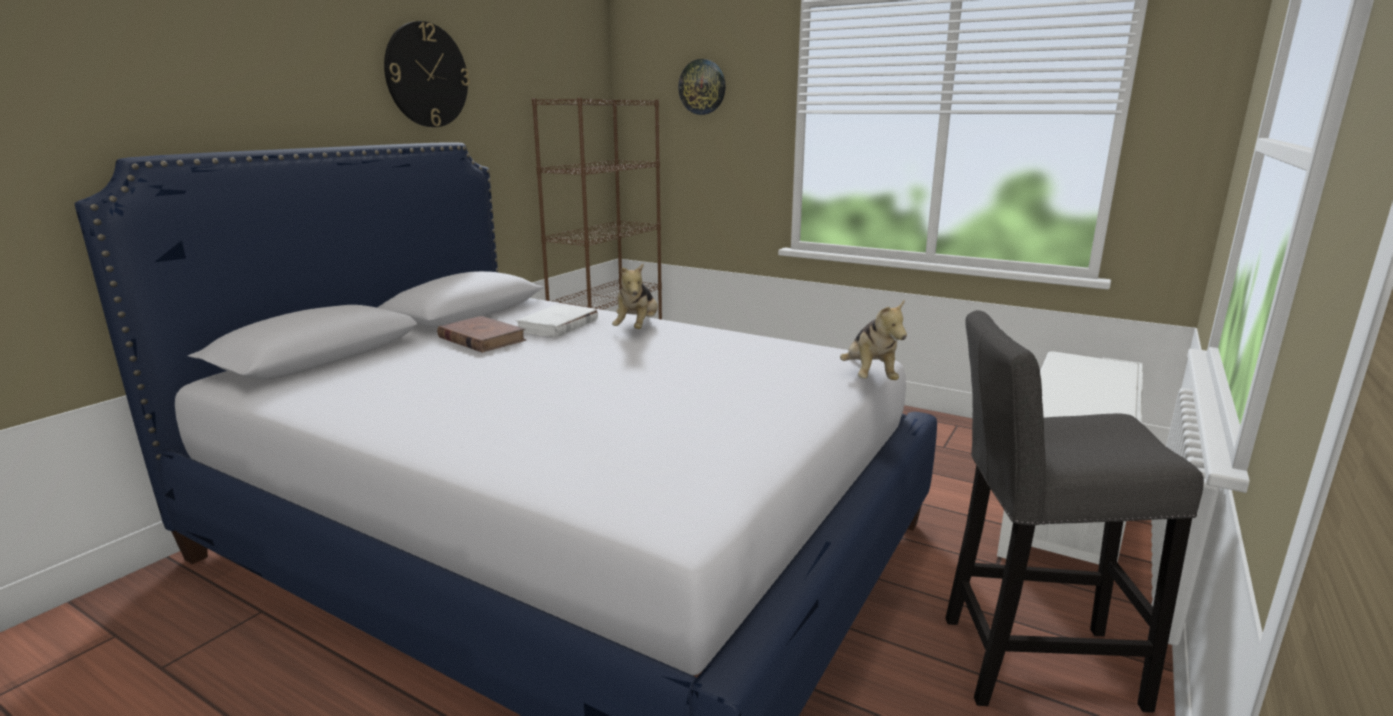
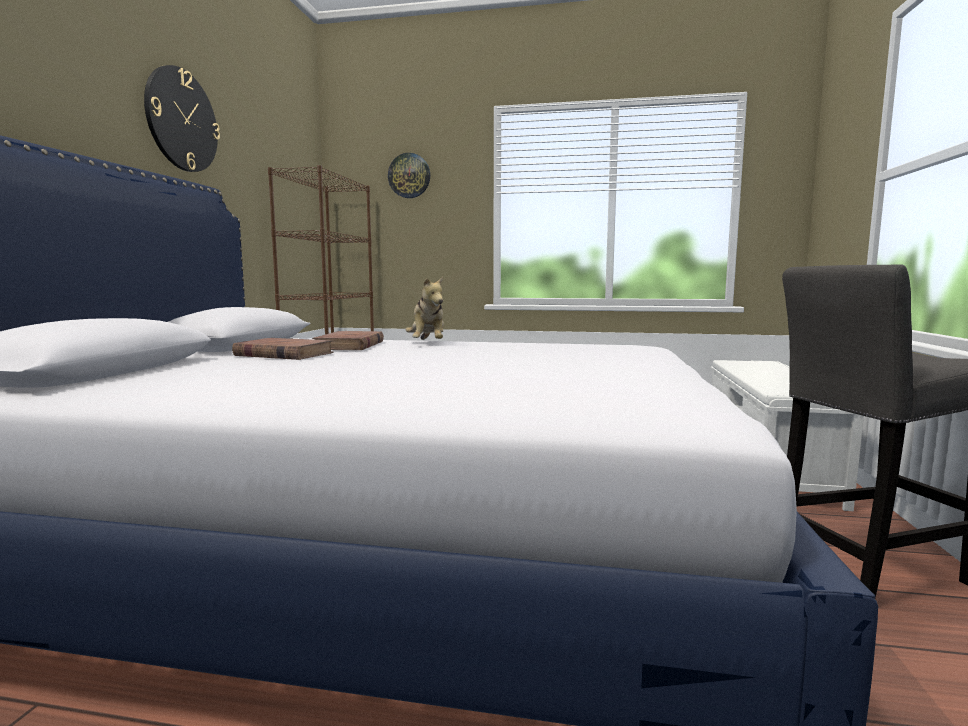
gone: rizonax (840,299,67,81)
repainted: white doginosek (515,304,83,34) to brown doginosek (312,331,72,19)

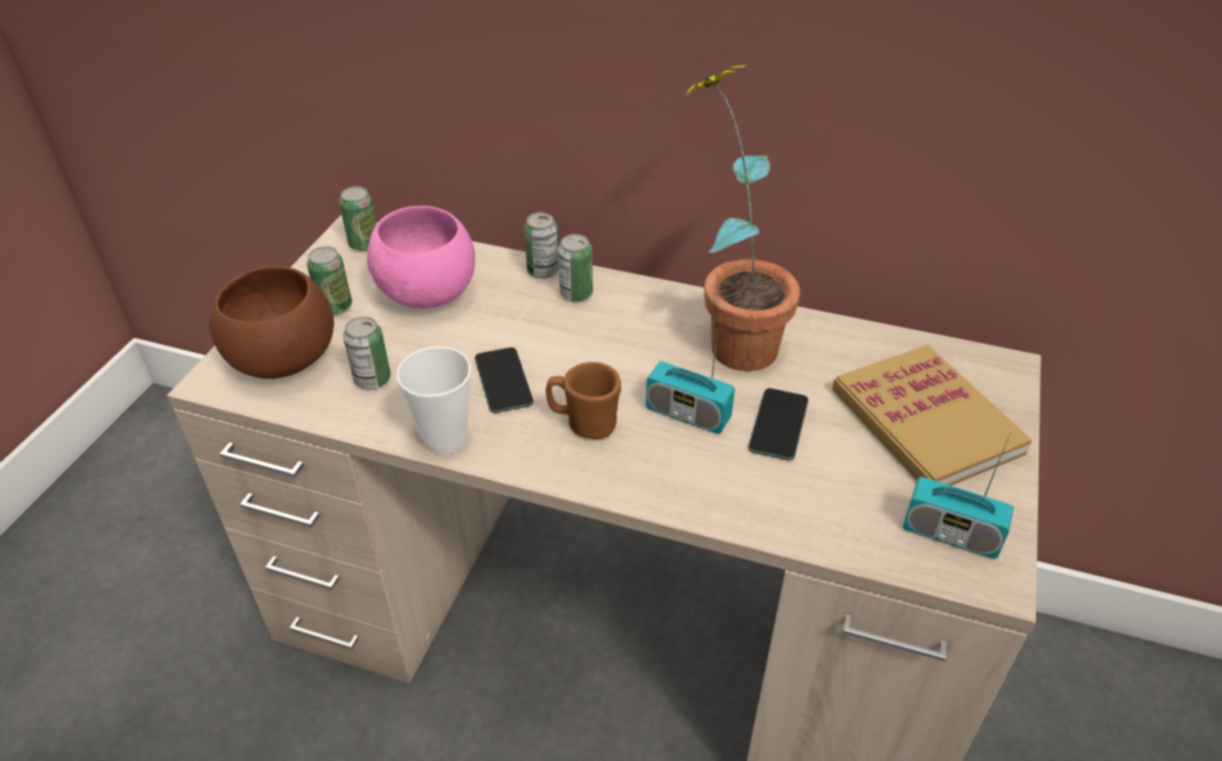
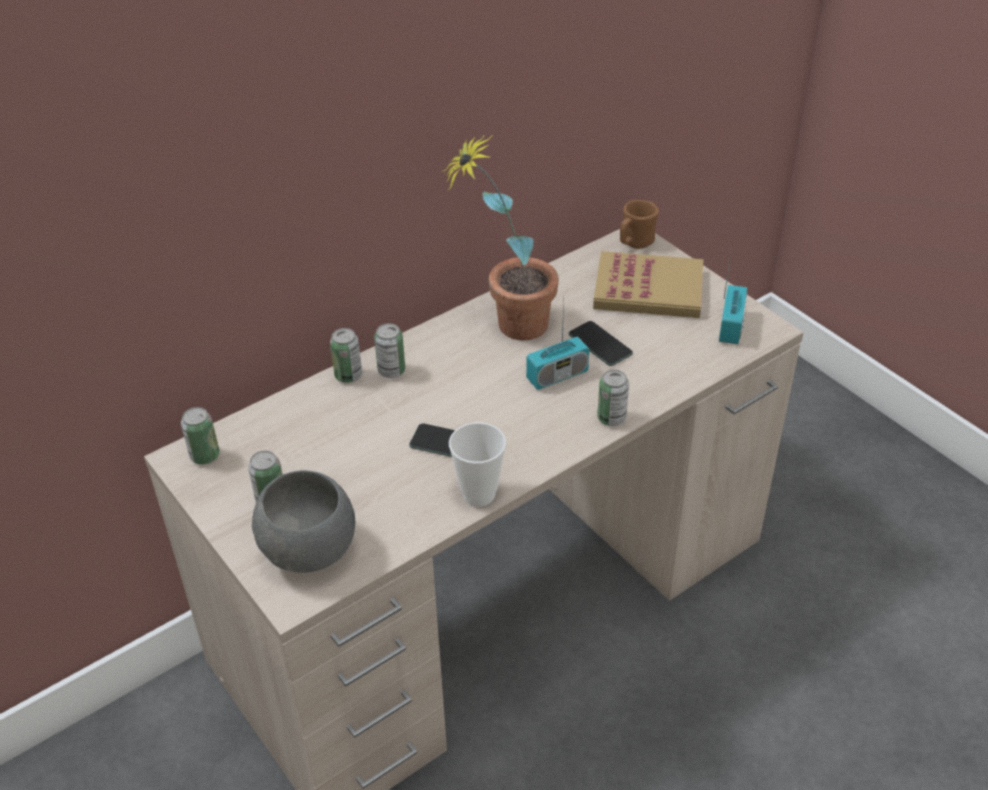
gone: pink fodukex (367,206,108,102)
shifted: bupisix (343,317,48,72) to (597,370,32,56); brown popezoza (546,362,75,77) to (620,200,39,49)
repainted: brown fodukex (209,266,125,113) to grey fodukex (252,470,103,103)
rotated: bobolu (903,431,111,128) = (719,254,28,90) 45 degrees counterclockwise

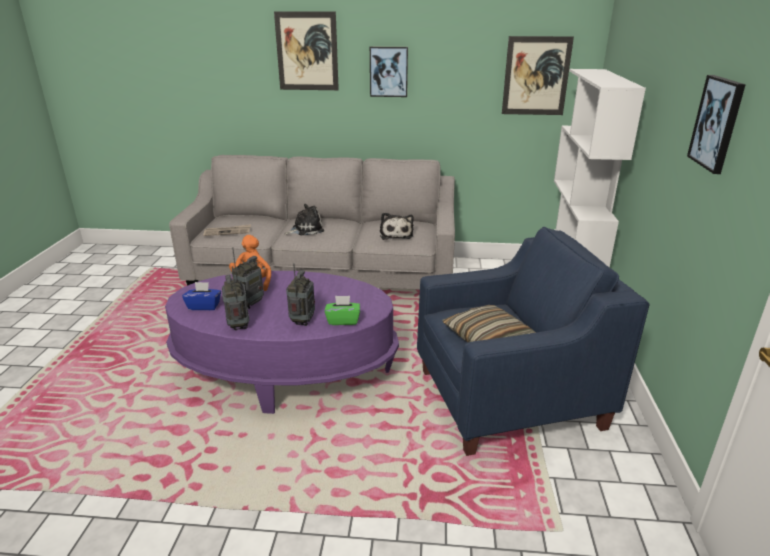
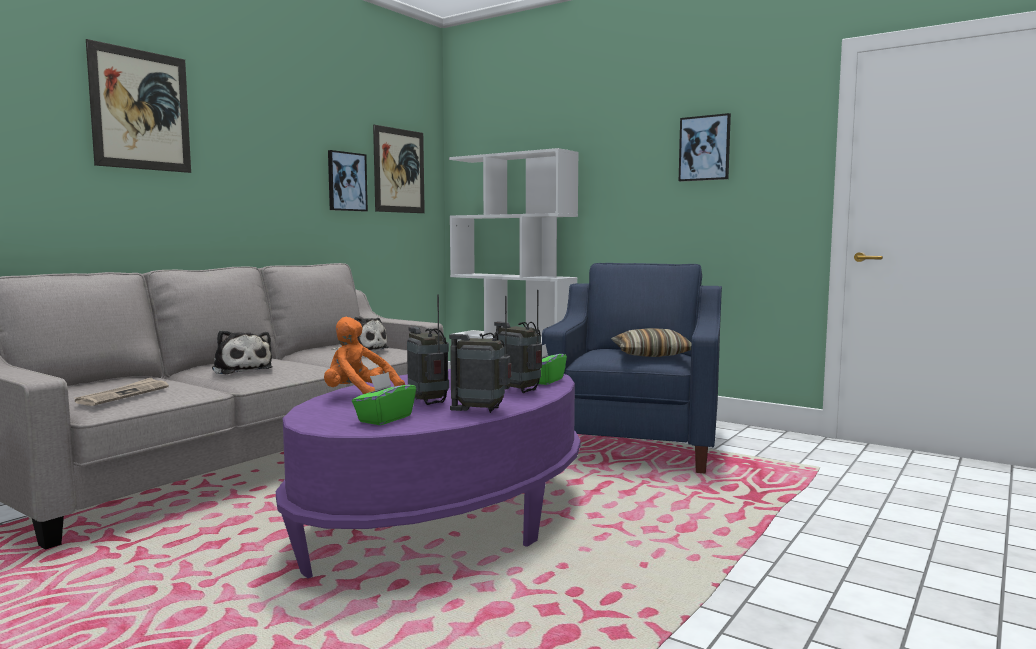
shifted: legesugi (370,47,38,50) to (328,150,40,61)
repainted: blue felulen (182,282,39,28) to green felulen (352,372,64,53)
rotated: rizonax (284,204,40,31) = (212,330,60,44) 135 degrees clockwise

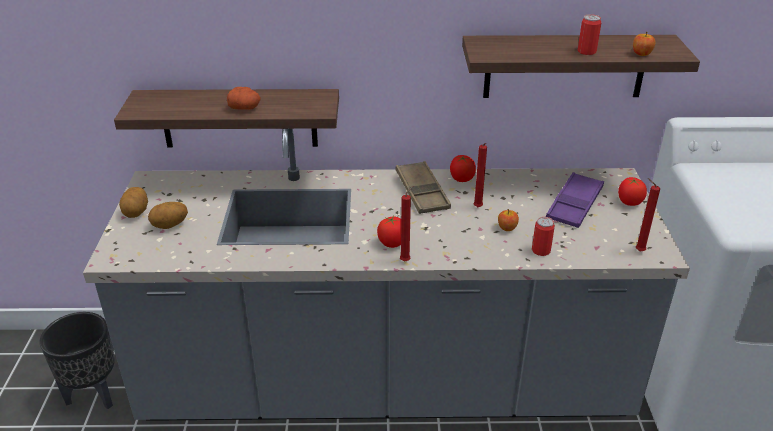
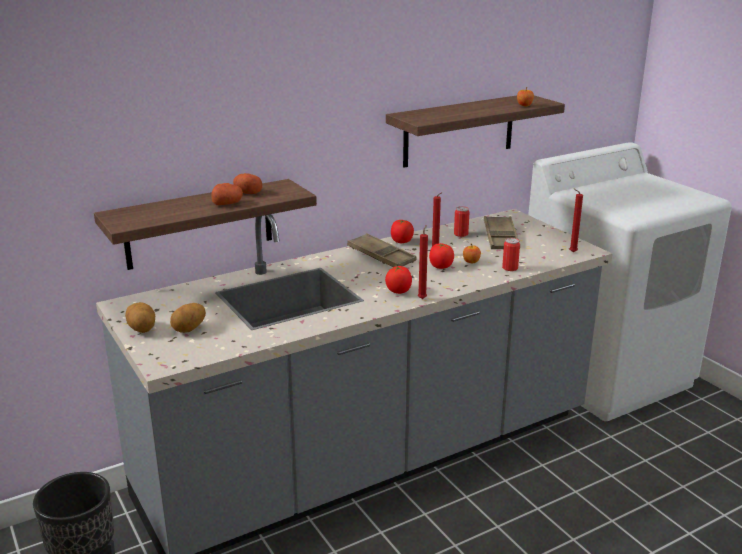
new: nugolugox (233,173,29,21)
shifted: bupisix (578,14,24,41) to (454,206,15,31); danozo (618,177,29,29) to (429,243,25,26)
repainted: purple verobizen (546,172,58,56) to brown verobizen (484,216,35,33)

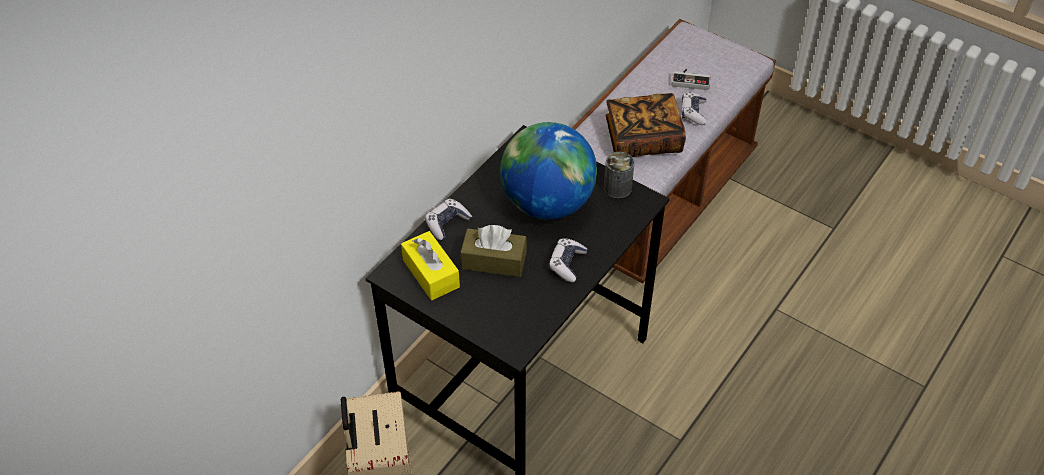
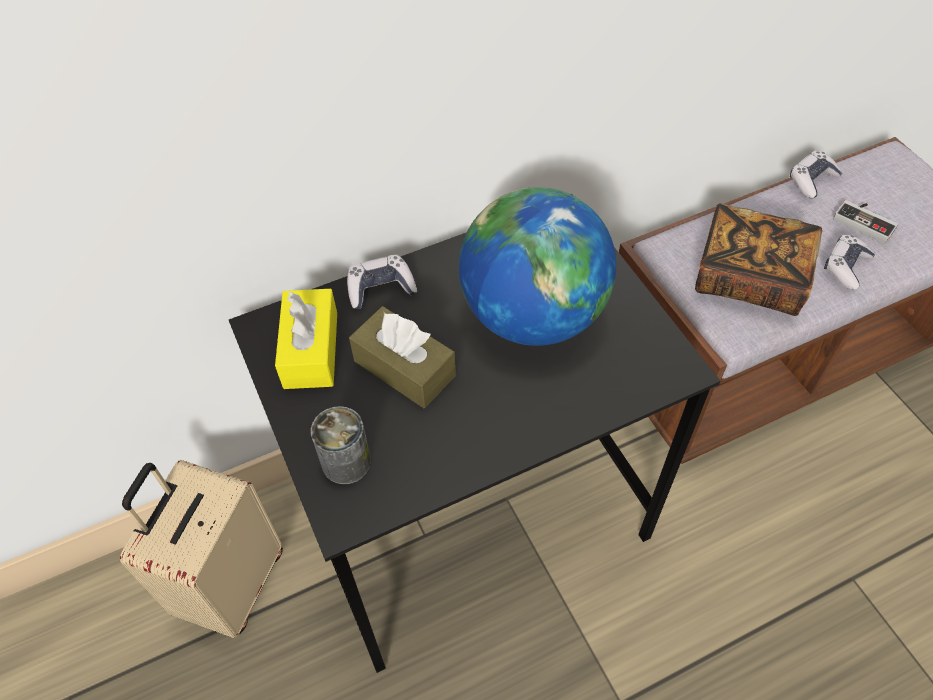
shifted: bupisix (604,152,31,47) to (311,406,60,78); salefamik (549,238,39,44) to (790,150,52,49)

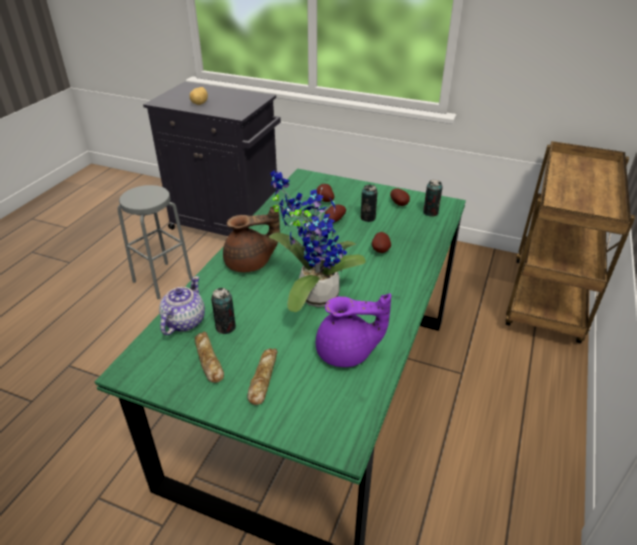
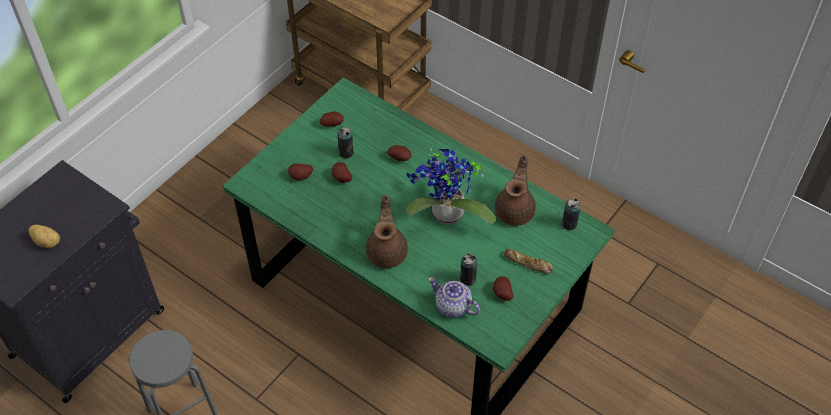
shifted: bupisix (423,180,19,37) to (562,198,19,32)
swapped: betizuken (195,332,29,51) to nugolugox (493,276,20,25)
repainted: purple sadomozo (316,293,75,74) to brown sadomozo (495,155,41,71)

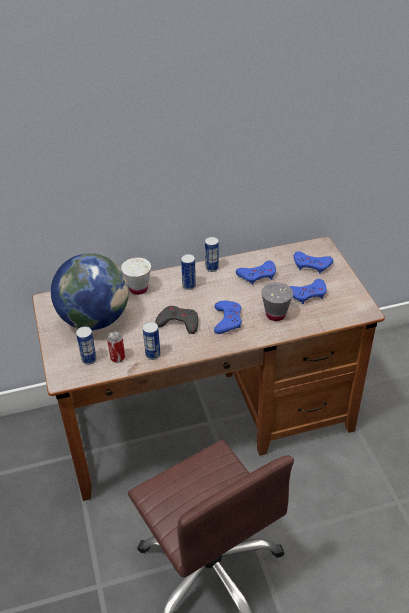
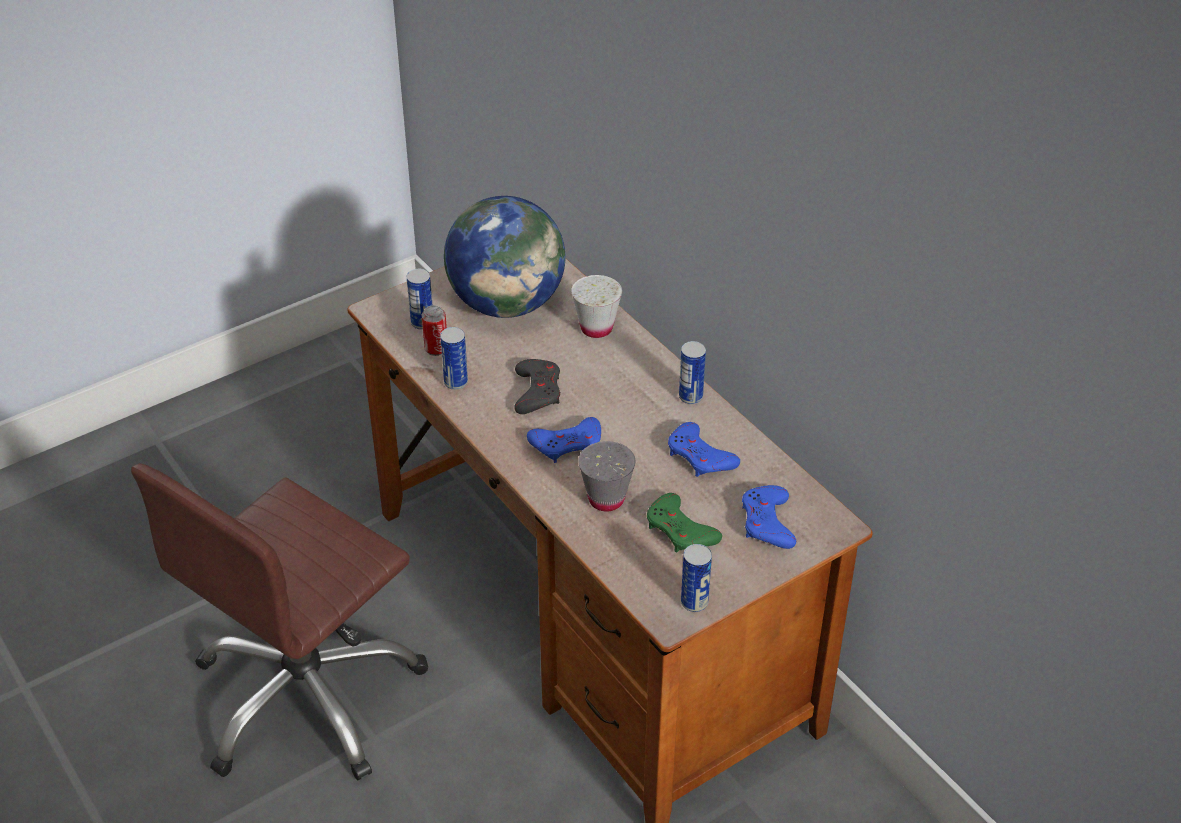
shifted: bupisix (181,254,15,36) to (681,544,31,68)
repainted: blue salefamik (289,279,38,25) to green salefamik (647,493,75,60)

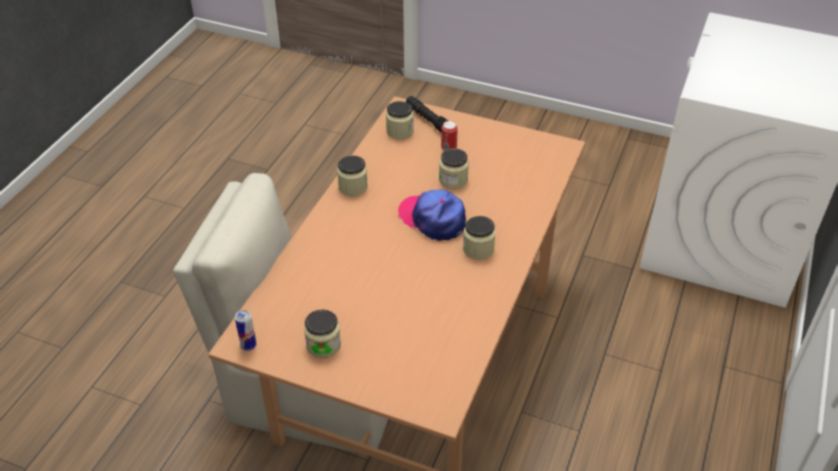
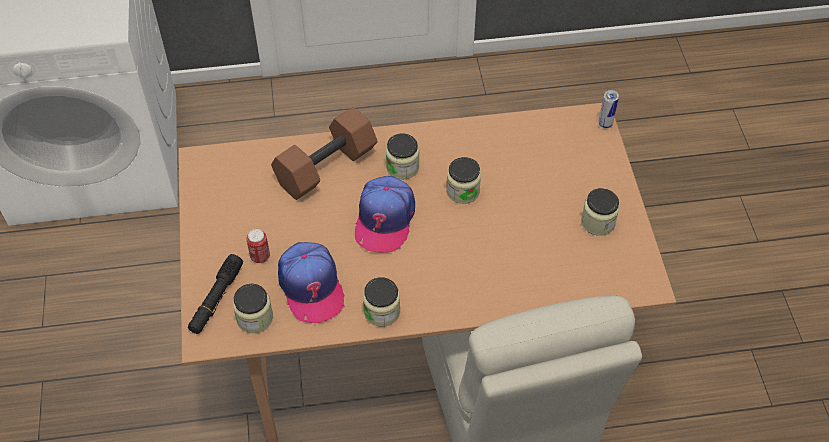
new: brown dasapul (271,107,106,93); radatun (278,242,67,81)
shifted: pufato (439,148,30,41) to (446,157,35,47); bupisix (235,310,22,41) to (598,90,21,38)

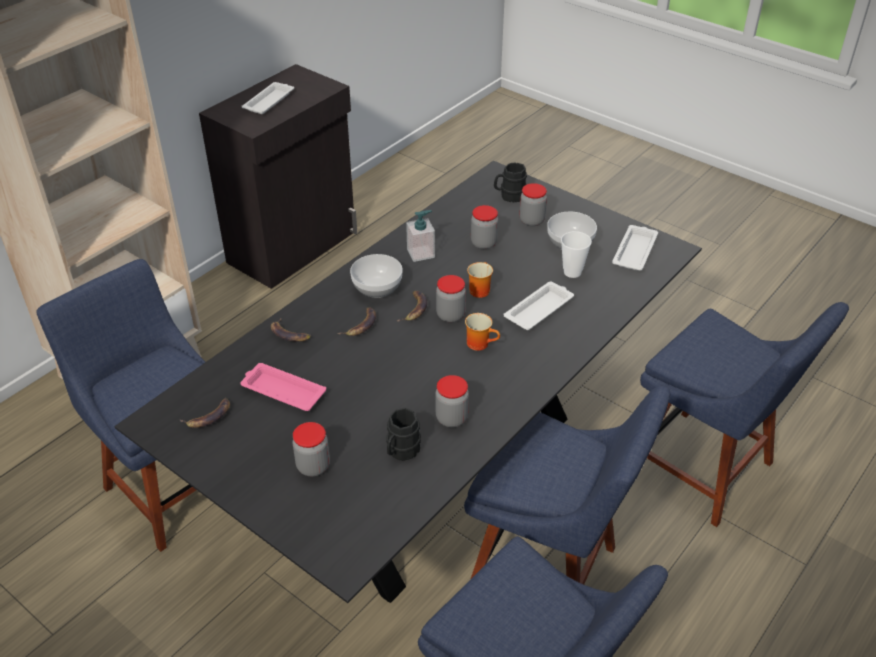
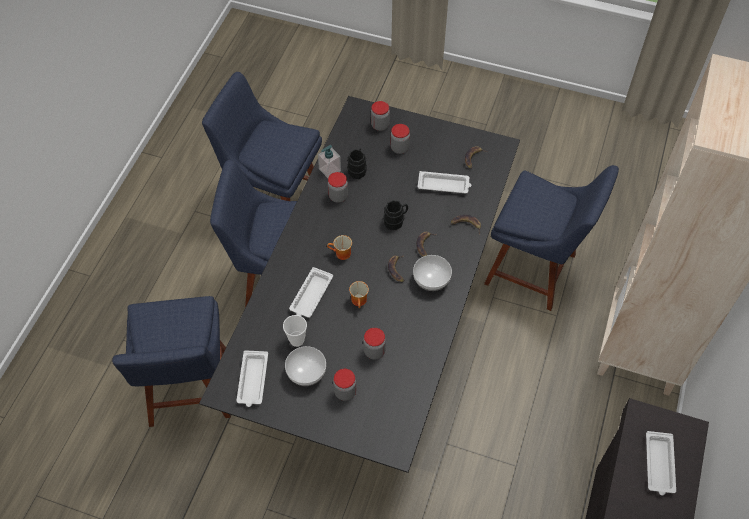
shifted: black popezoza (494,162,33,41) to (383,200,25,30); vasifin (406,210,29,52) to (318,145,23,33); pufato (436,275,30,47) to (371,101,19,30)
repainted: pink verobizen (240,363,86,48) to white verobizen (418,171,53,22)
rotated: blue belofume (640,302,209,225) = (112,296,119,131) 120 degrees counterclockwise

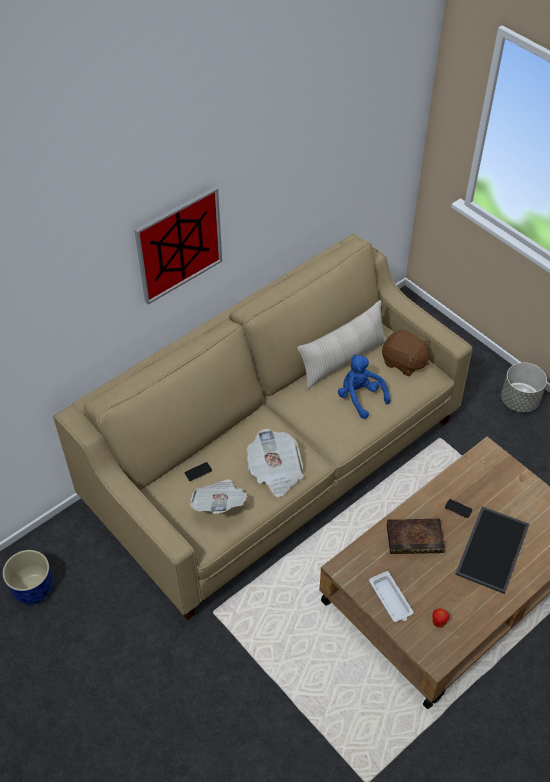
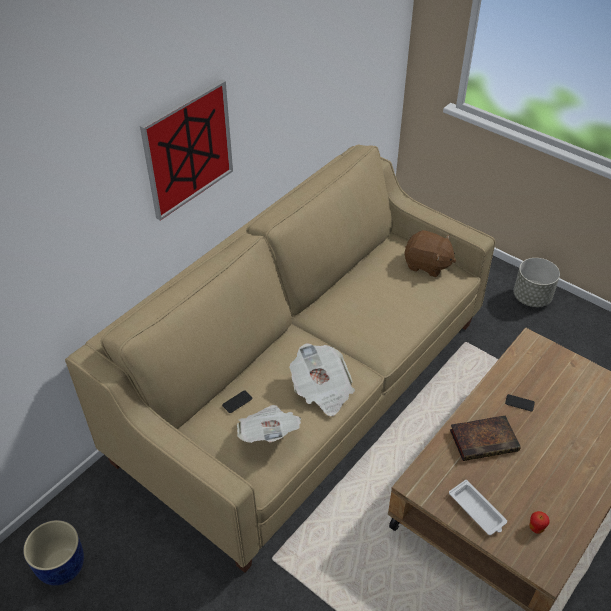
gone: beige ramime (297,300,89,89); blue rizonax (338,354,52,65); verobizen (455,506,74,88)

